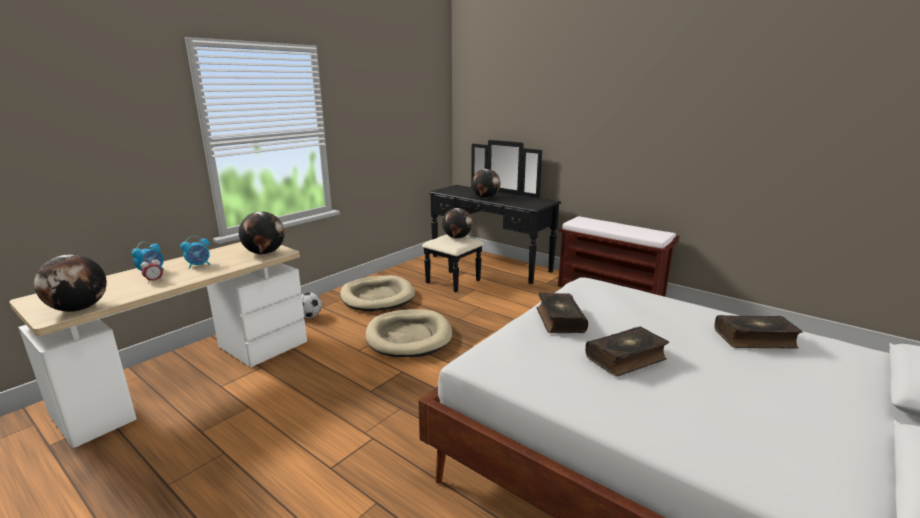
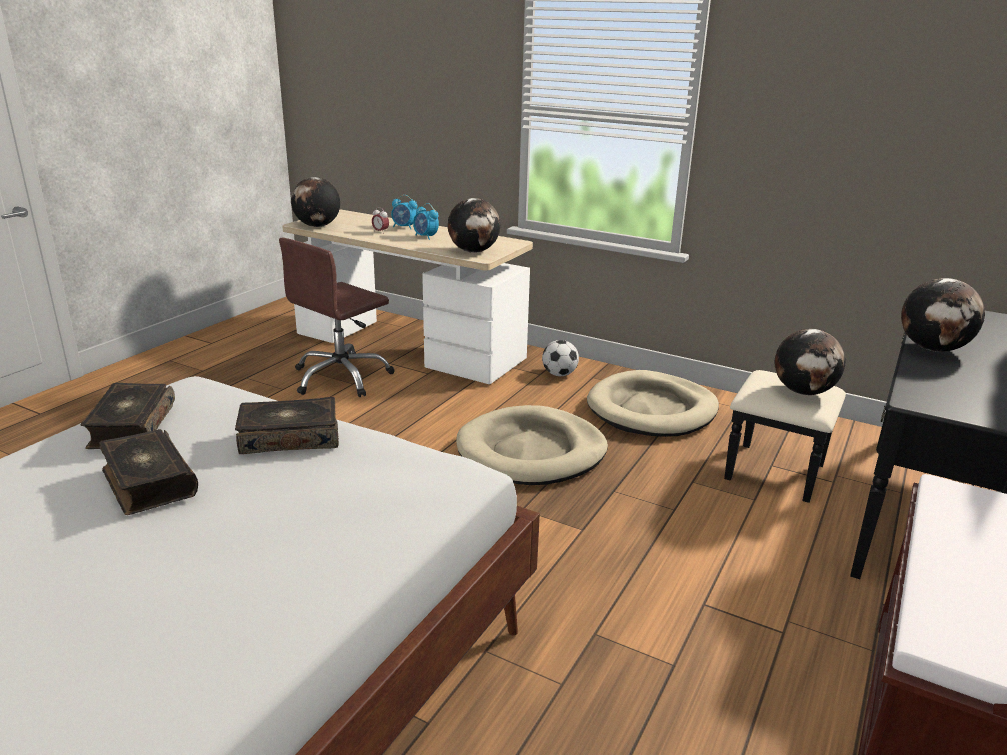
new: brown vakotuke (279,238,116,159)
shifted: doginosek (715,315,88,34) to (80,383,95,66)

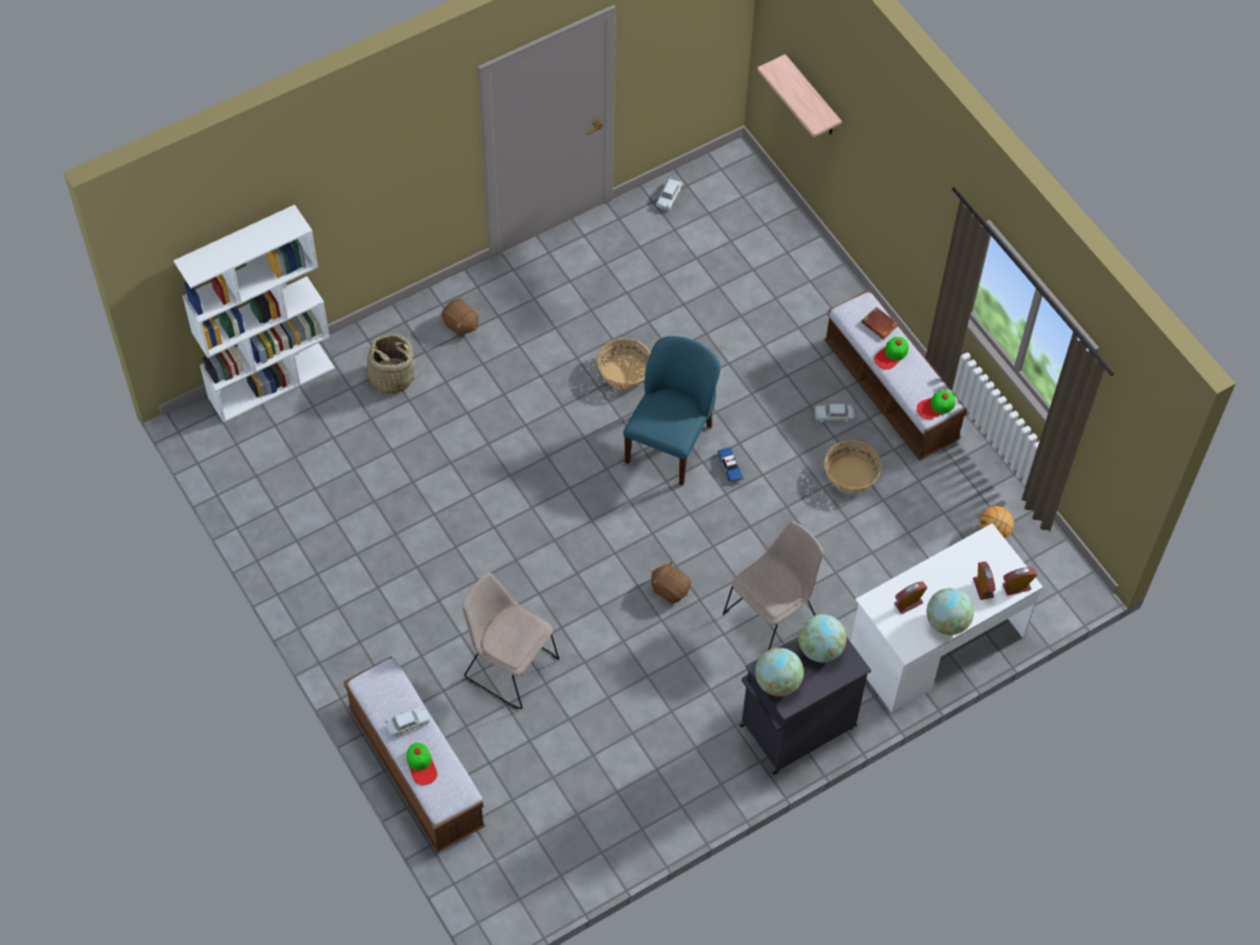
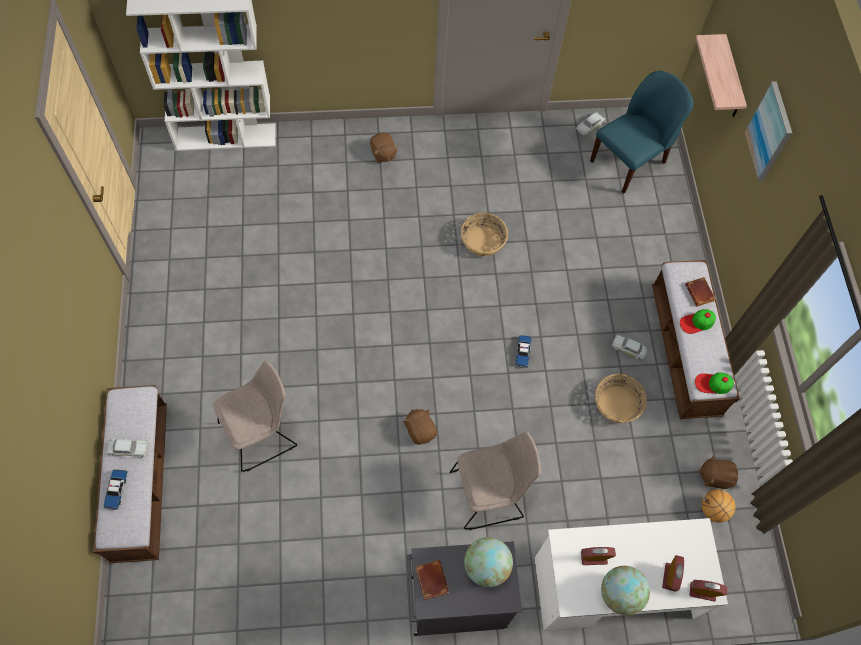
gone: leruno (357,334,62,60)
new: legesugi (744,81,48,100); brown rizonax (698,455,40,34)
shifted: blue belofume (623,336,97,149) to (590,71,103,123)
swapped: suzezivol (755,648,49,48) to brown doginosek (416,560,33,40); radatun (406,743,31,42) to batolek (104,469,23,41)
rotated: beige belofume (462,573,97,136) = (213,360,84,112) 90 degrees clockwise

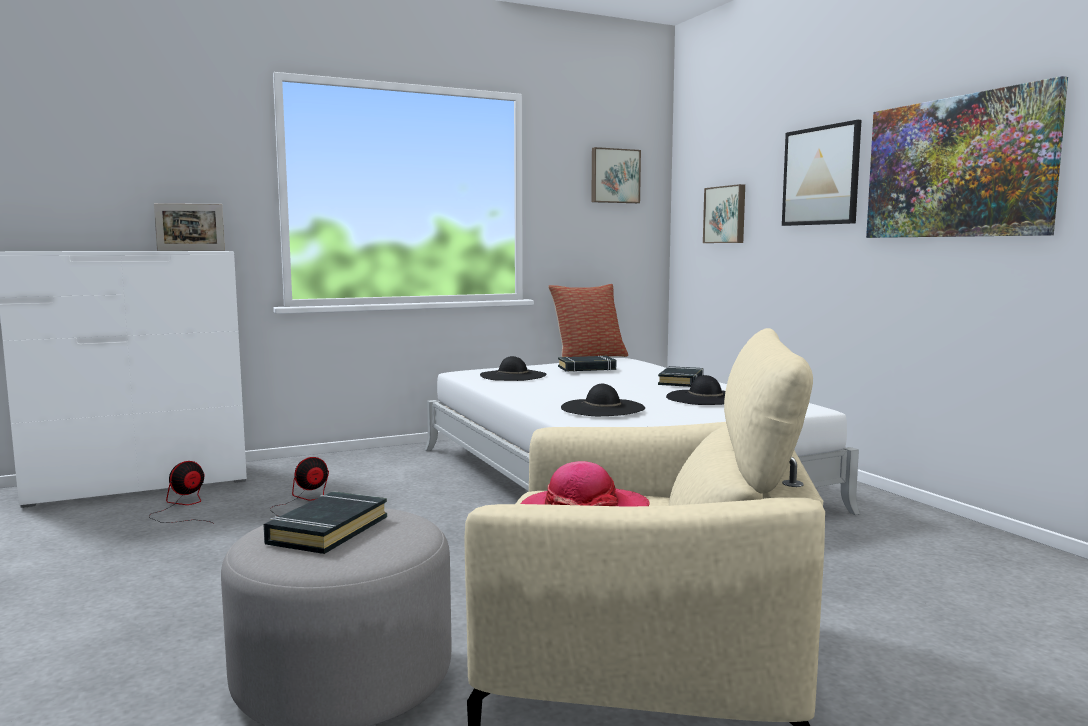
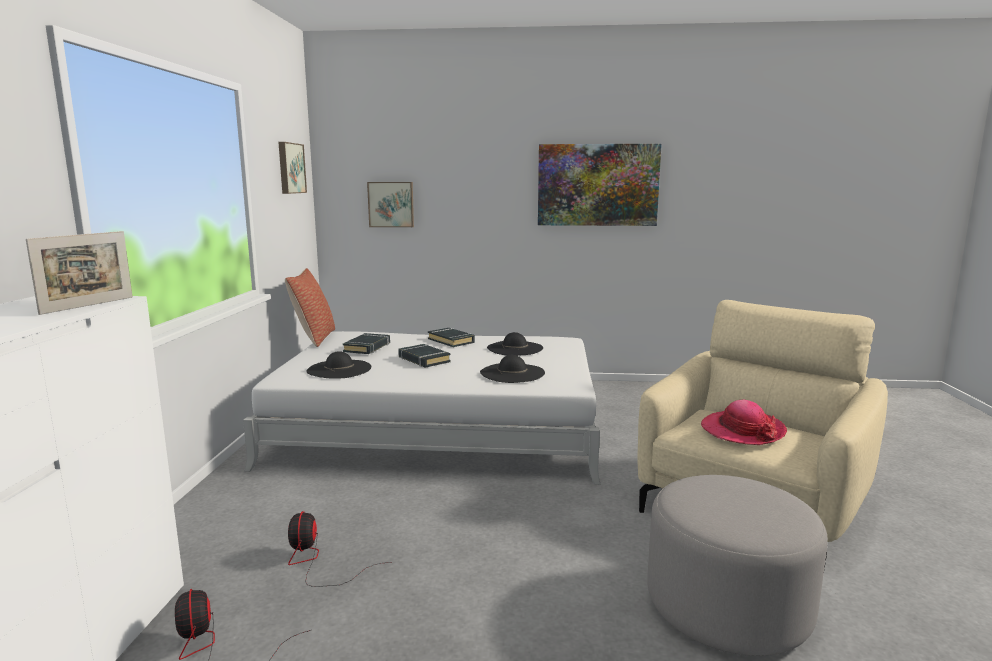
gone: legesugi (782,120,79,106)
shifted: black doginosek (263,491,124,63) to (398,344,53,24)

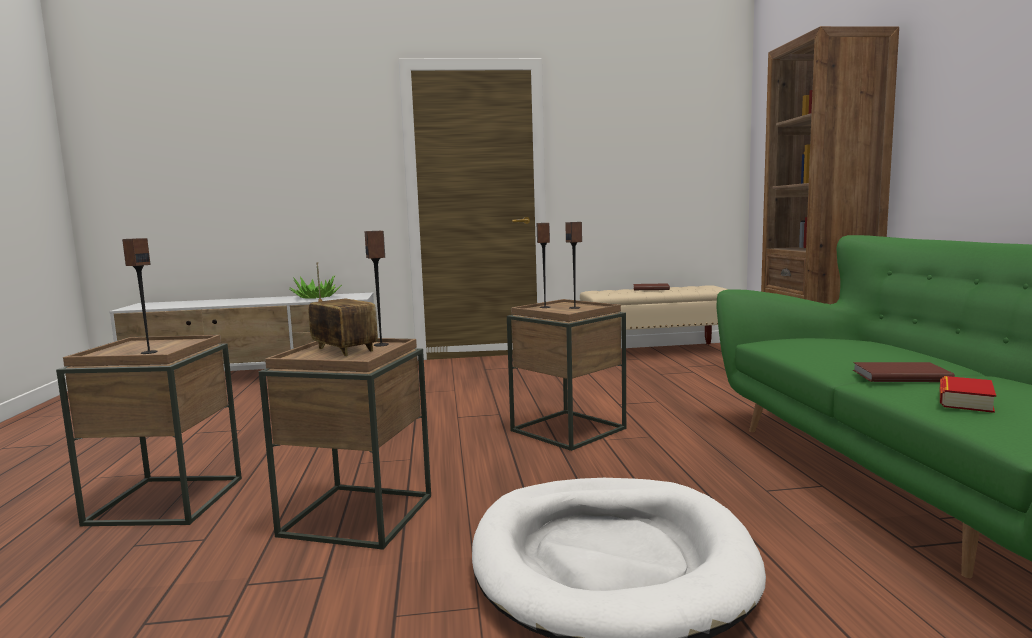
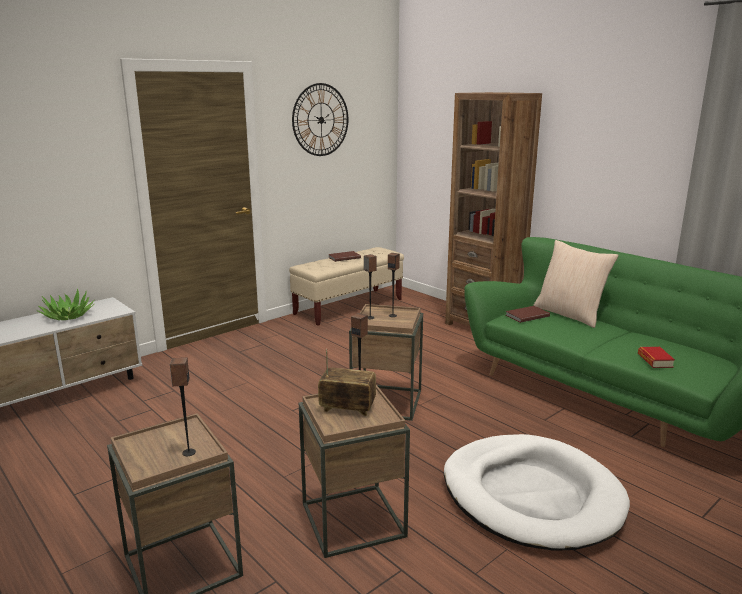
new: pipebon (292,83,56,73); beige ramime (533,240,86,88)
shifted: brown doginosek (853,362,102,20) to (506,306,44,17)

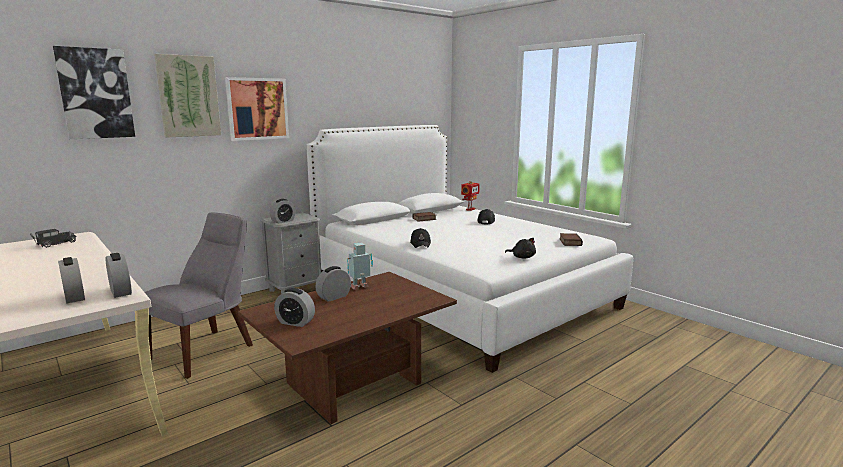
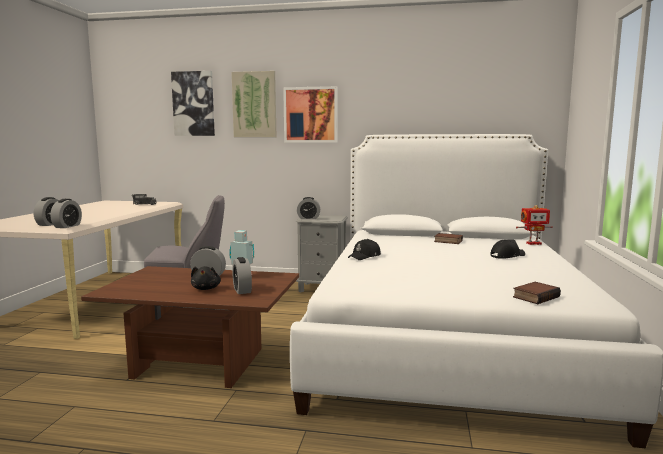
shifted: black rizonax (505,238,31,21) to (191,266,30,24); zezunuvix (274,288,41,39) to (232,257,20,37)

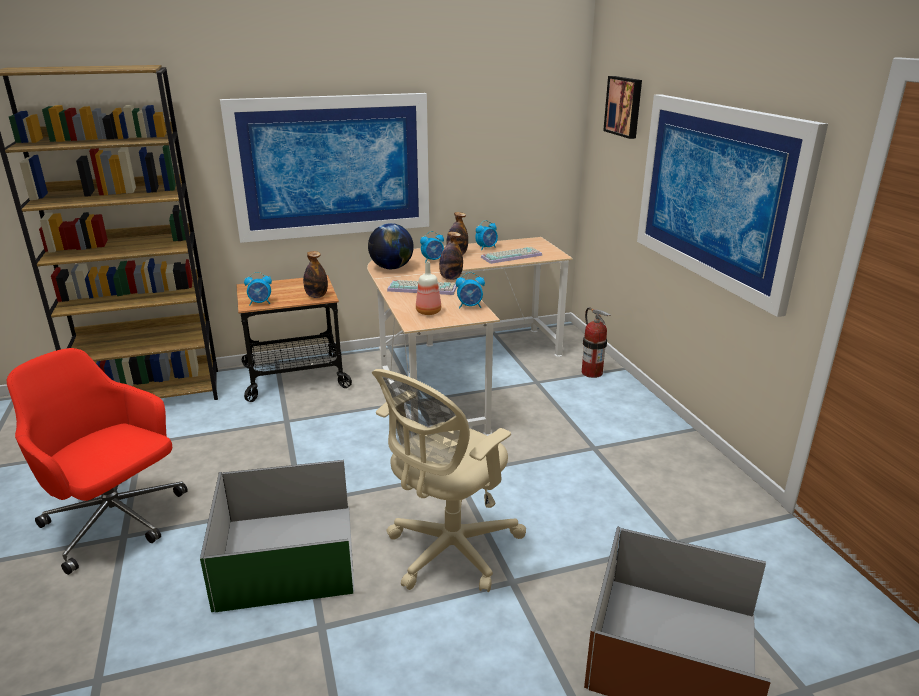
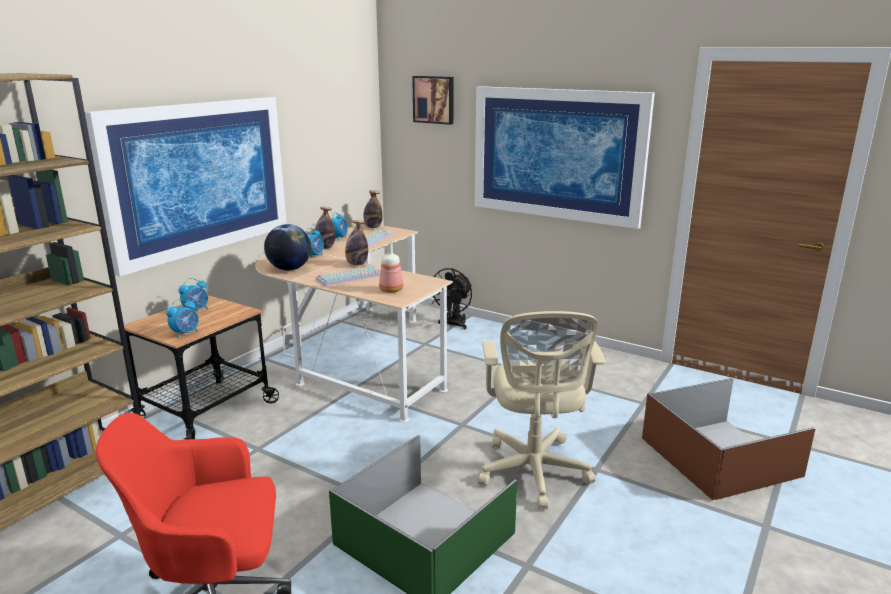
shifted: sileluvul (303,251,25,47) to (363,190,19,38); zezunuvix (456,272,29,37) to (178,278,30,32)
swapped: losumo (582,307,29,71) to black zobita (432,268,40,61)

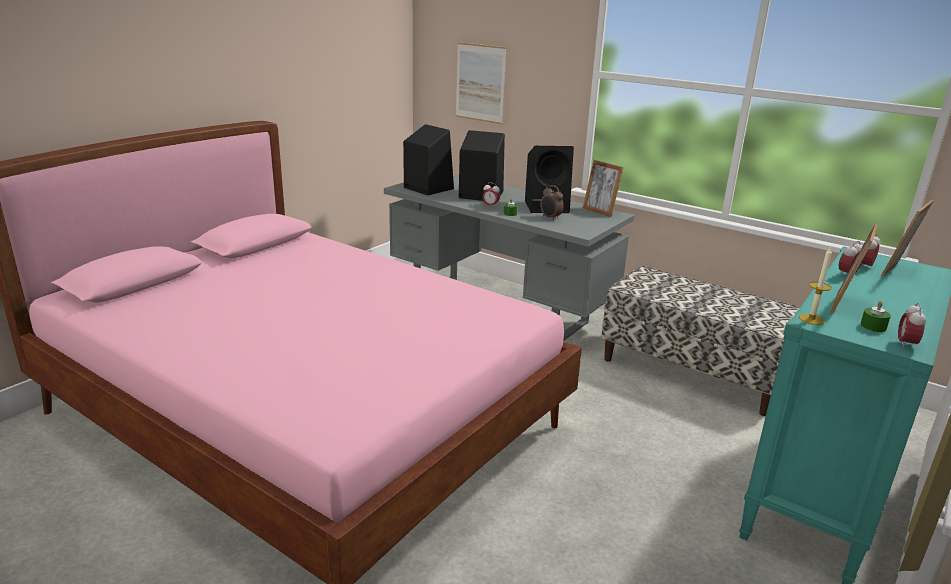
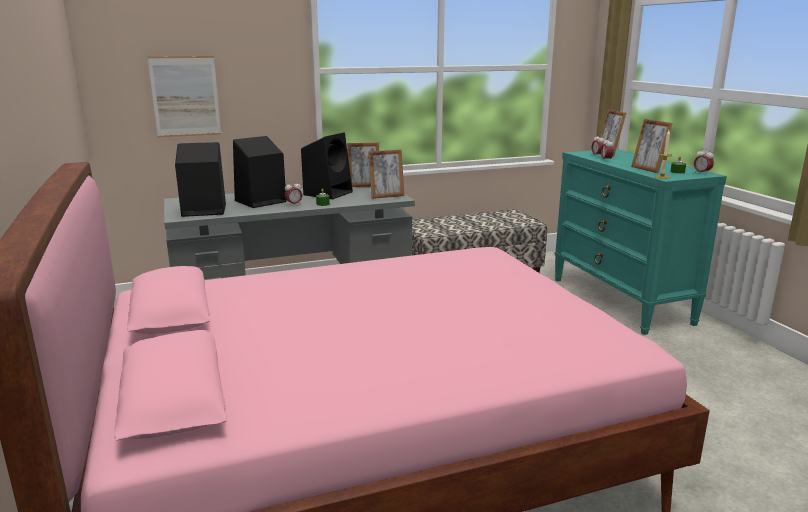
gone: zezunuvix (540,185,24,36)
new: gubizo (368,150,36,49)

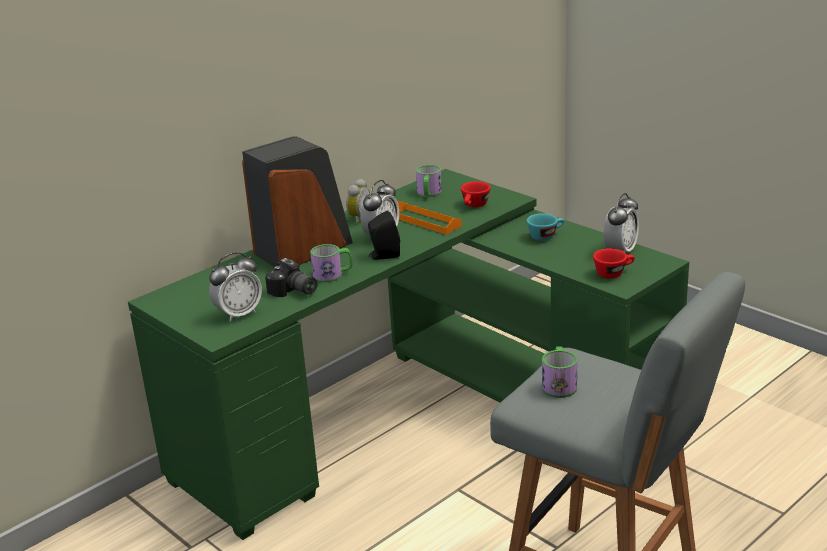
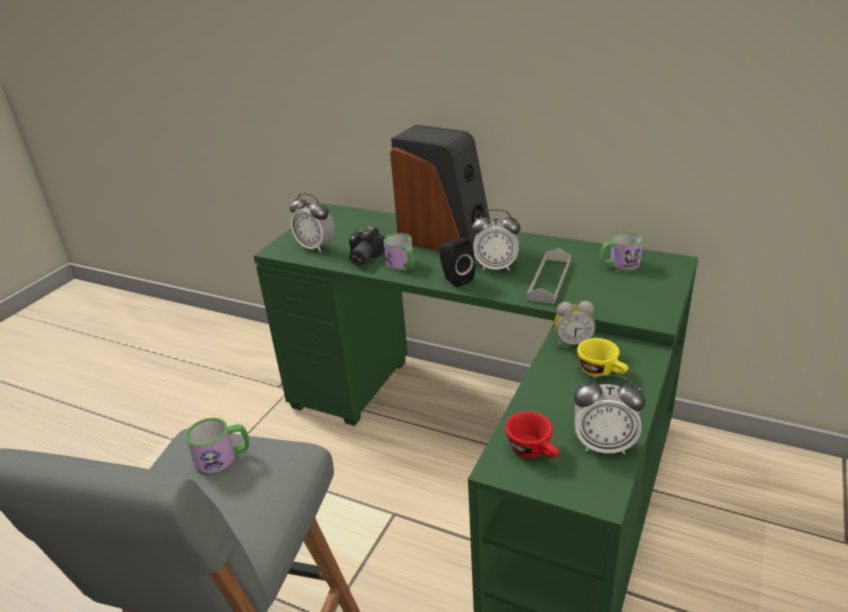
gone: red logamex (461,181,30,26)
shifted: zezunuvix (346,179,24,45) to (554,301,42,47)
repainted: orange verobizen (397,201,65,34) to grey verobizen (527,248,44,56); turquoise logamex (527,213,37,28) to yellow logamex (577,338,51,39)

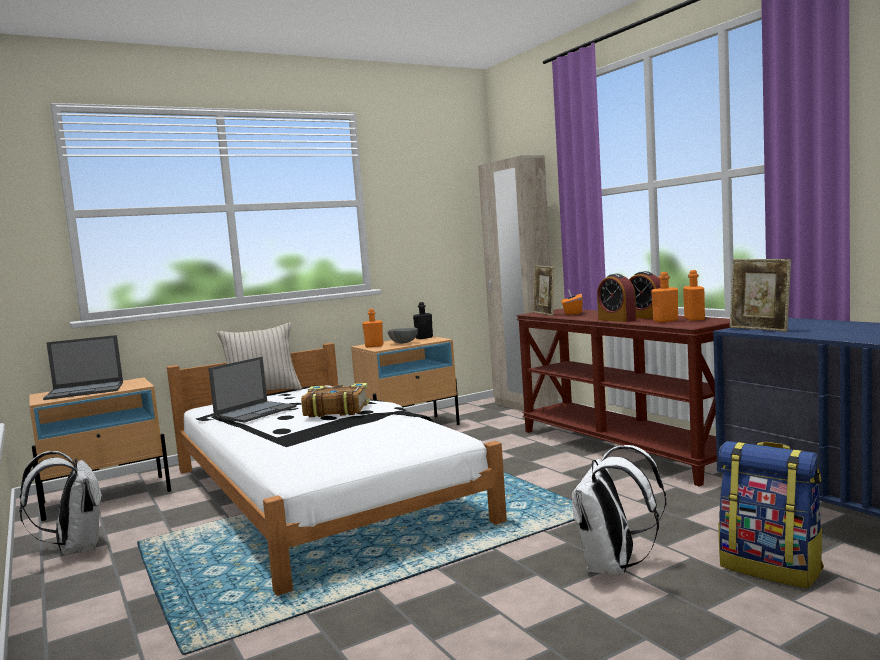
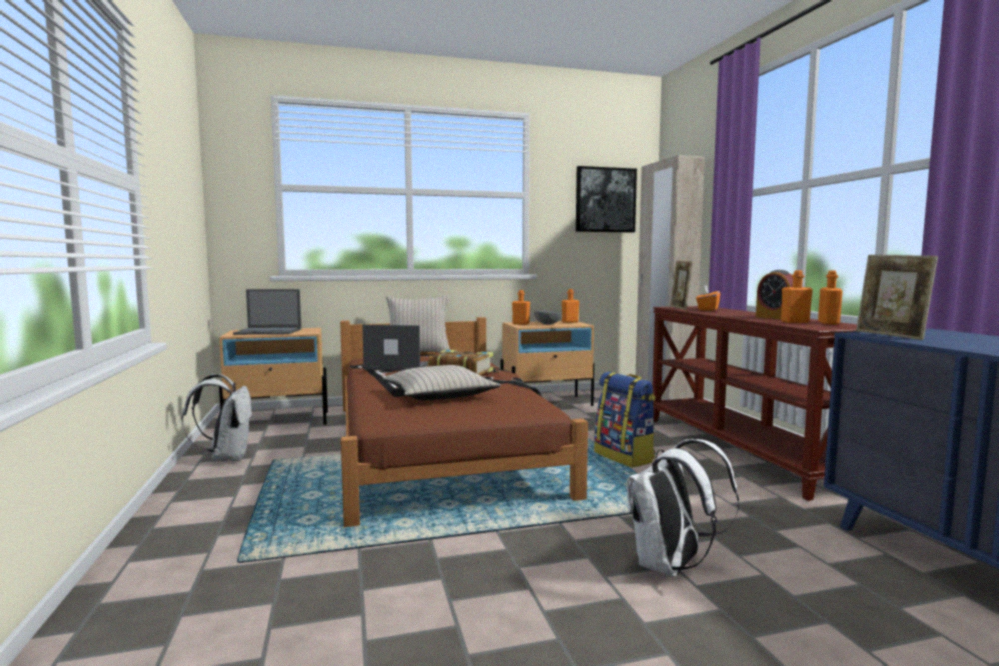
gone: zezunuvix (597,274,39,48)
new: legesugi (576,166,61,67); beige ramime (383,365,118,35)
shifted: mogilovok (718,441,106,148) to (594,372,61,96)
repainted: black sileluvul (413,302,20,37) to orange sileluvul (562,289,17,34); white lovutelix (167,343,340,253) to brown lovutelix (340,317,248,210)
rotated: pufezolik (208,357,89,66) = (362,325,66,46) 135 degrees counterclockwise

